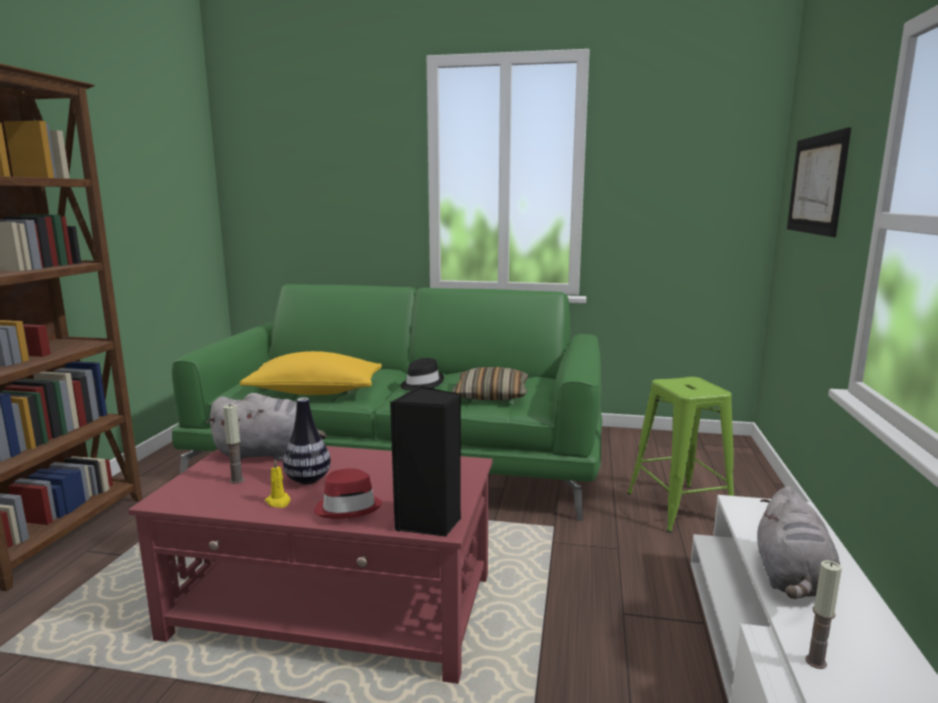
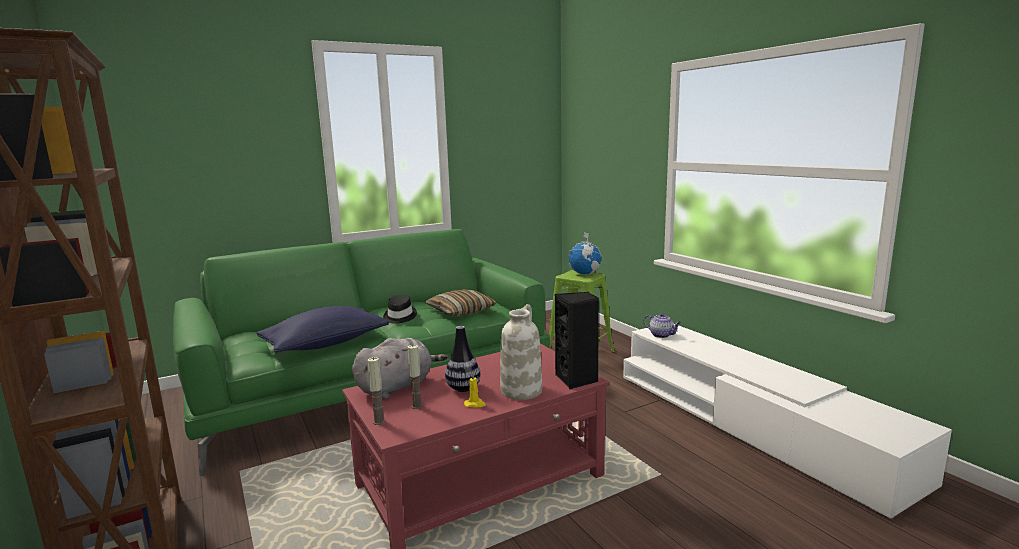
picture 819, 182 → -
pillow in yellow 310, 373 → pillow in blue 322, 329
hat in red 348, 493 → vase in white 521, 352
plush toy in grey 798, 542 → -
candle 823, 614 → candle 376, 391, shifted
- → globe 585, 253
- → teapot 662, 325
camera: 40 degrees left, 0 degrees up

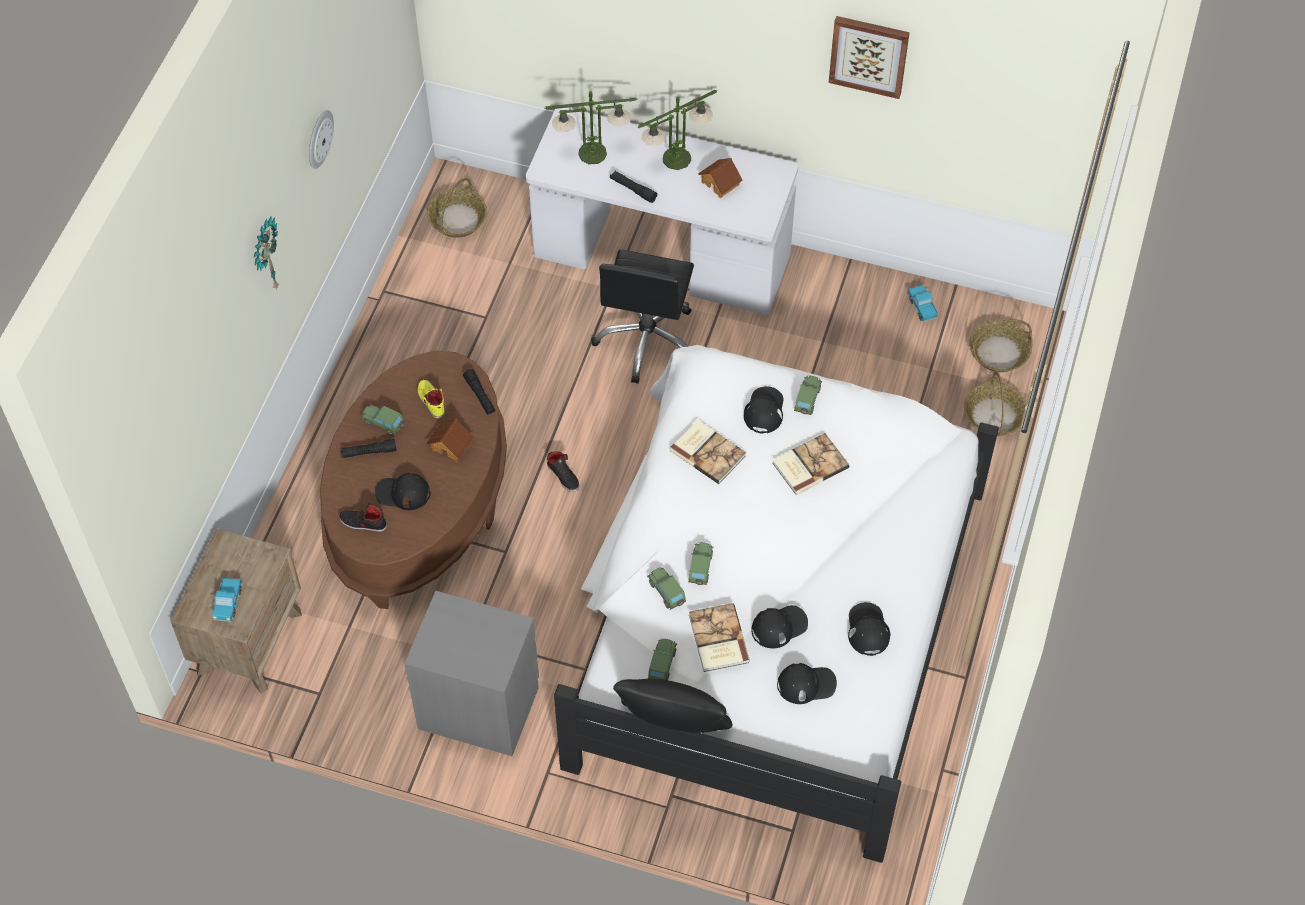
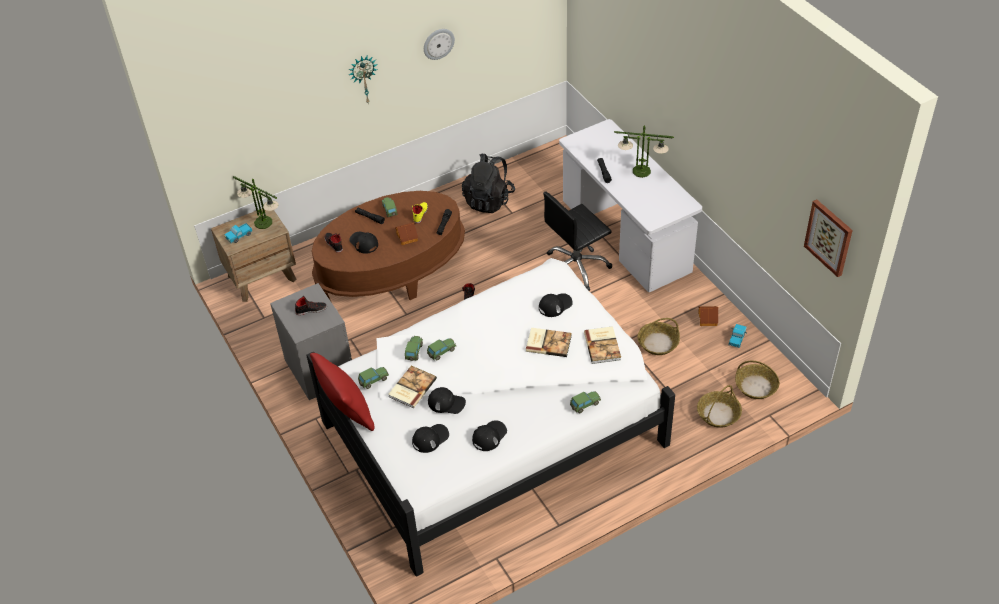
picture 869, 57 → picture 828, 238, shifted
table lamp 591, 127 → table lamp 255, 202, shifted
toy house 720, 178 → toy house 708, 316, shifted
basket 457, 208 → basket 659, 336, shifted
toy car 808, 395 → toy car 585, 402, shifted
book 708, 451 → book 602, 345, shifted
cap in black 807, 683 → cap in black 430, 438, 75 degrees counterclockwise
pillow in black 672, 706 → pillow in red 342, 392
- → backpack in black 488, 183
- → shoe in black 311, 305
camera: 45 degrees right, 10 degrees down

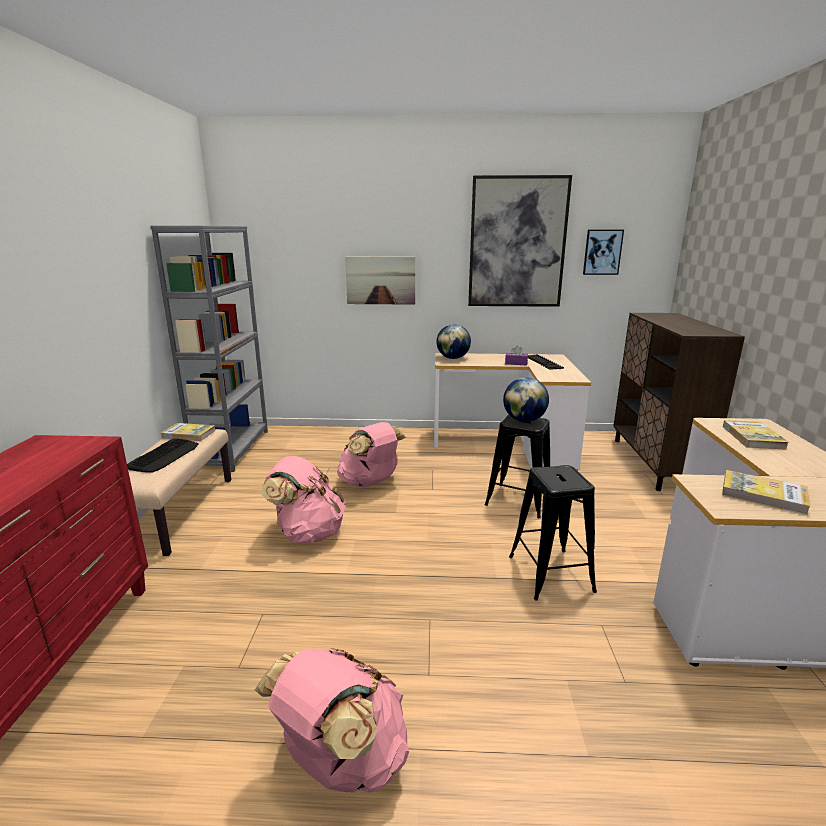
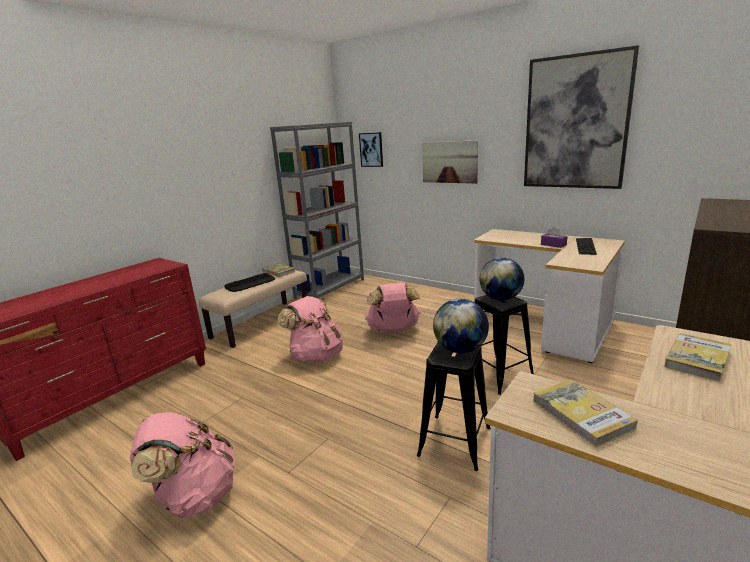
picture 603, 252 → picture 371, 149, shifted
globe 454, 341 → globe 461, 326, shifted
camera: 35 degrees right, 0 degrees up

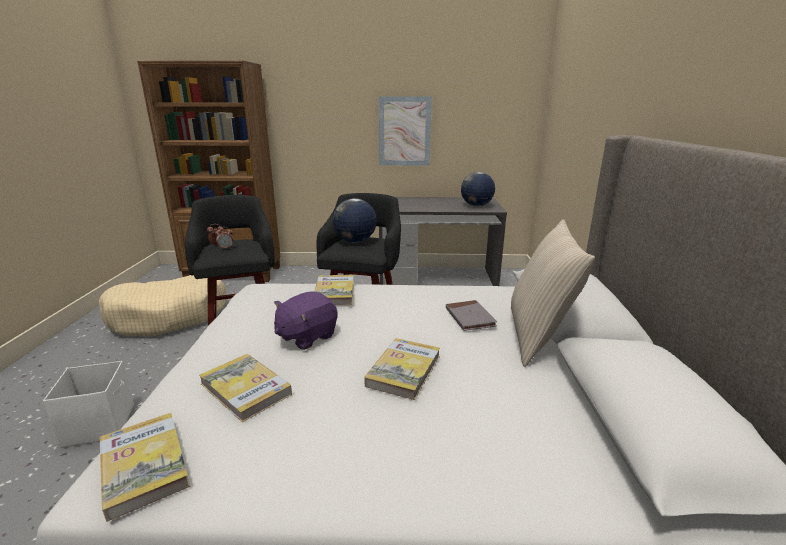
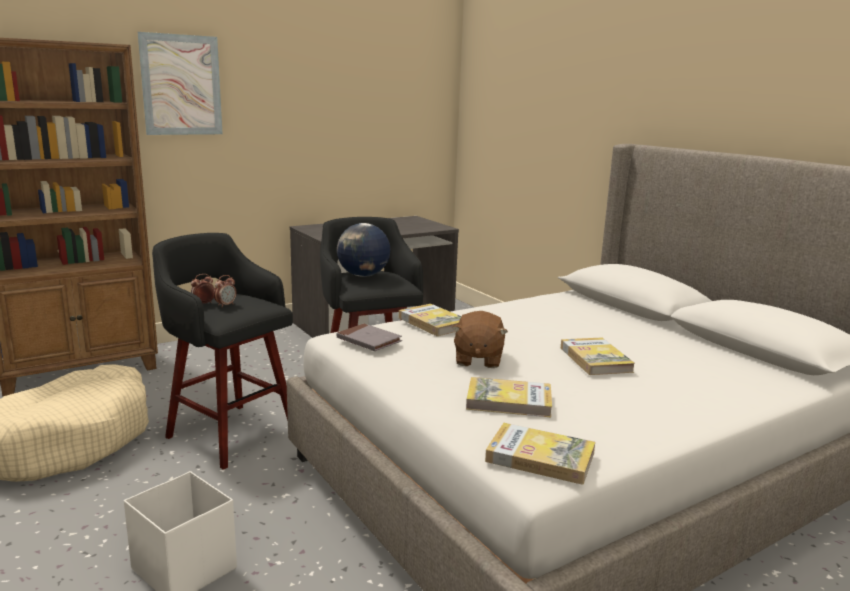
picture 405, 130 → picture 180, 83, shifted
globe 478, 189 → -
pillow in beige 553, 293 → -
plush toy in purple 306, 320 → plush toy in brown 480, 339
book in grey 471, 315 → book in grey 369, 337, shifted
camera: 35 degrees left, 5 degrees down

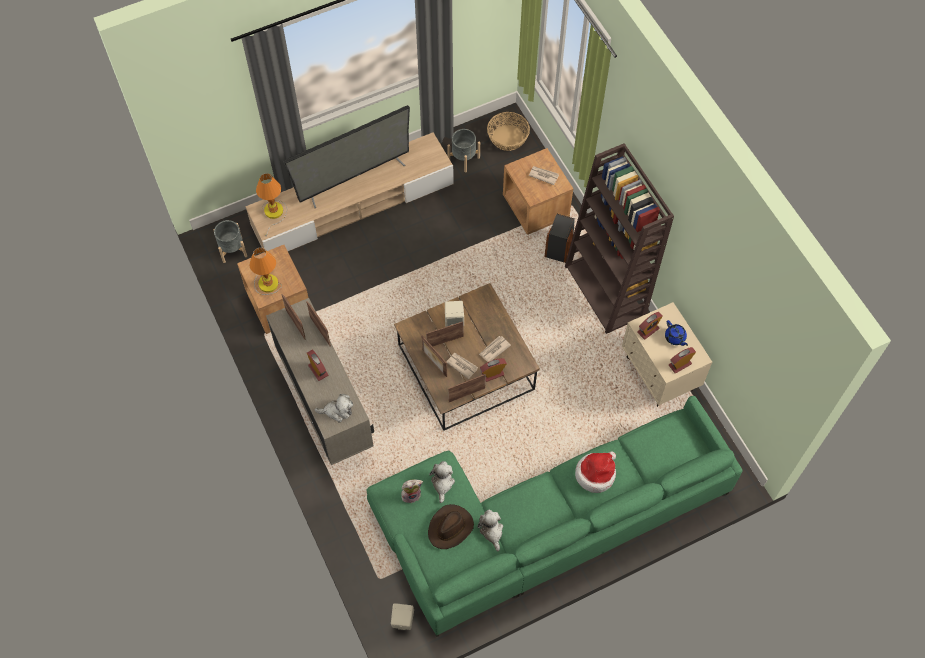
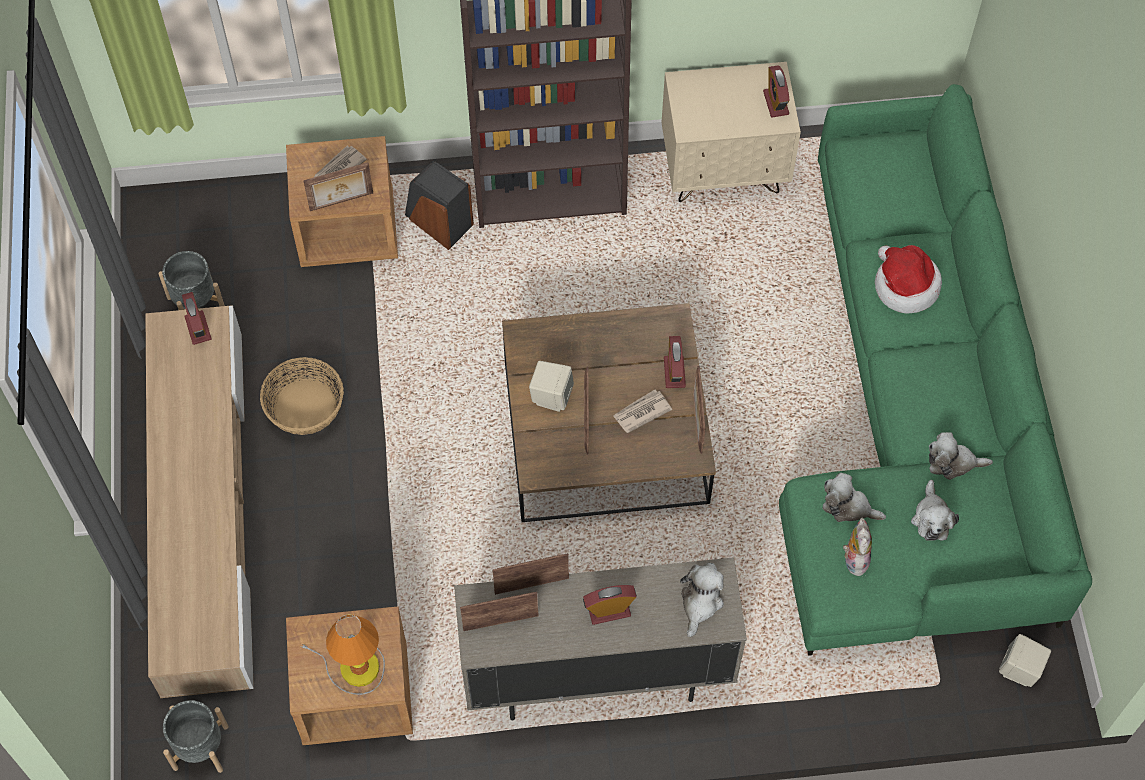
television 346, 156 → -
basket 508, 131 → basket 302, 396, shifted
table lamp 271, 205 → -
alarm clock 650, 326 → alarm clock 197, 318, shifted
teapot in blue 676, 333 → -
picture frame 434, 356 → picture frame 338, 186, shifted
newspaper 495, 349 → -
hat in brown 451, 526 → plush toy 935, 510
camera: 70 degrees left, 0 degrees up

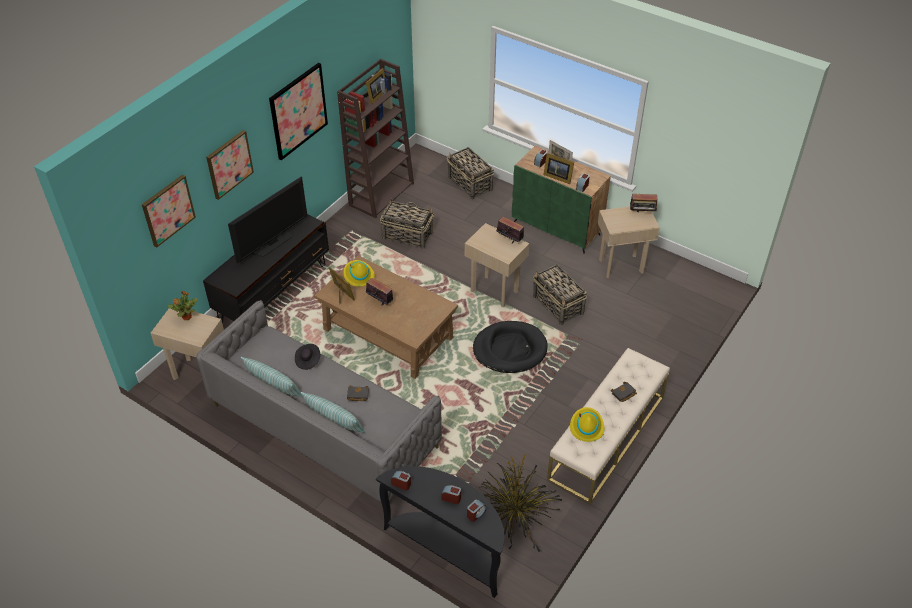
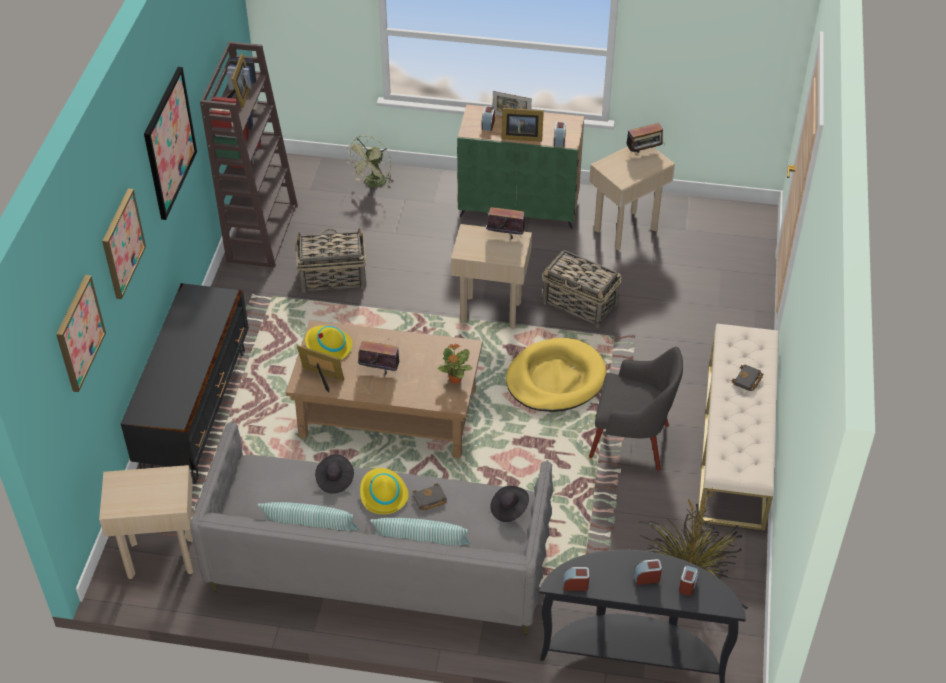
basket 470, 173 → fan in green 370, 161
television 268, 219 → -
potted plant 182, 305 → potted plant 455, 364, shifted
dog bed in black 510, 347 → dog bed in yellow 556, 375
hat in yellow 587, 424 → hat in yellow 384, 491, shifted
- → armchair in grey 636, 409
- → hat in black 509, 504
camera: 25 degrees left, 0 degrees up

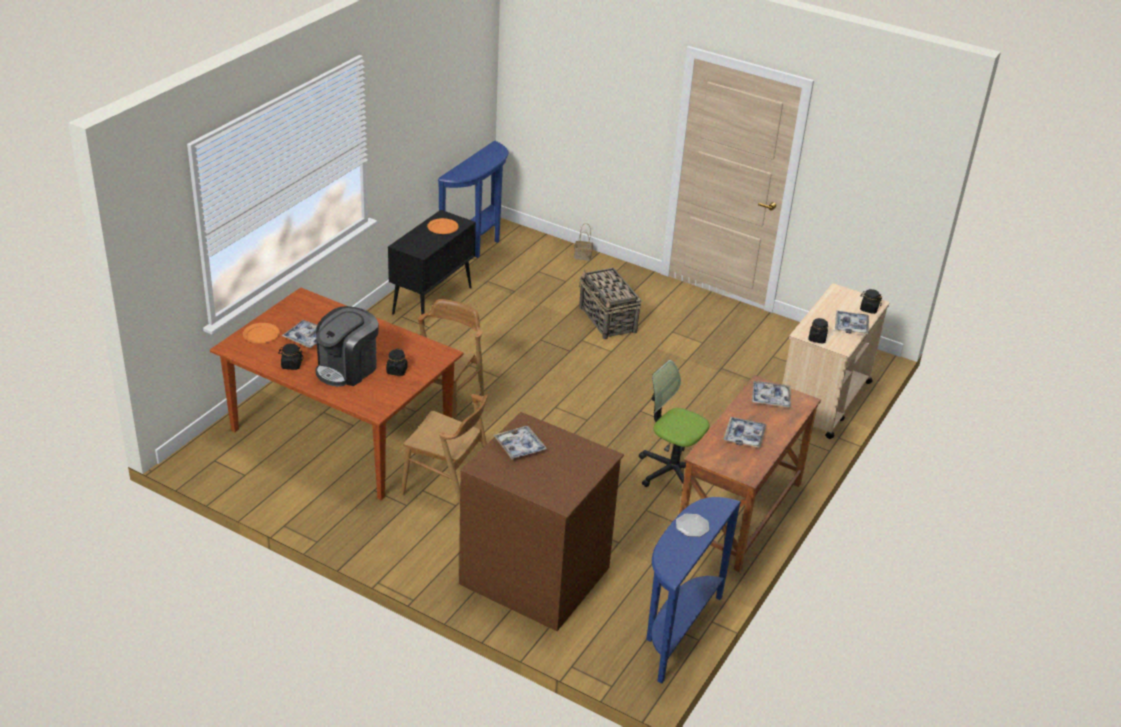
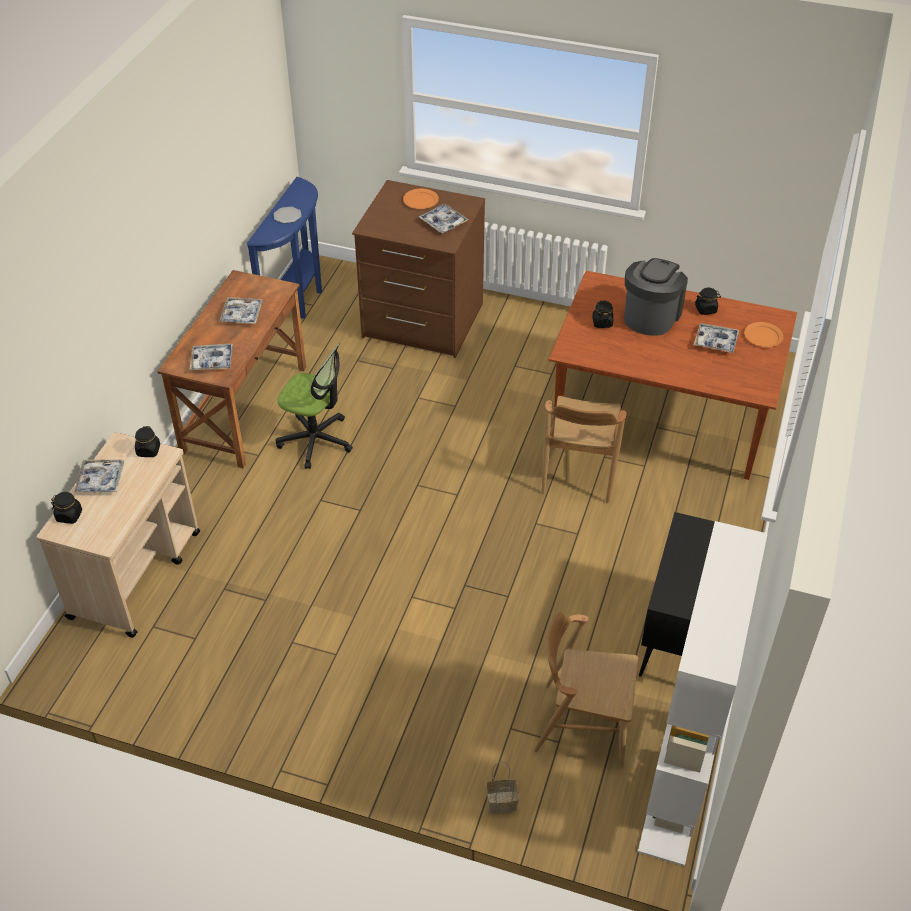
console table in blue 472, 199 → bookcase in white 703, 693
plate in orange 442, 226 → plate in orange 421, 198, shifted
basket 610, 303 → -
chair in brown 445, 449 → chair in brown 586, 690, shifted
camera: 170 degrees right, 10 degrees up

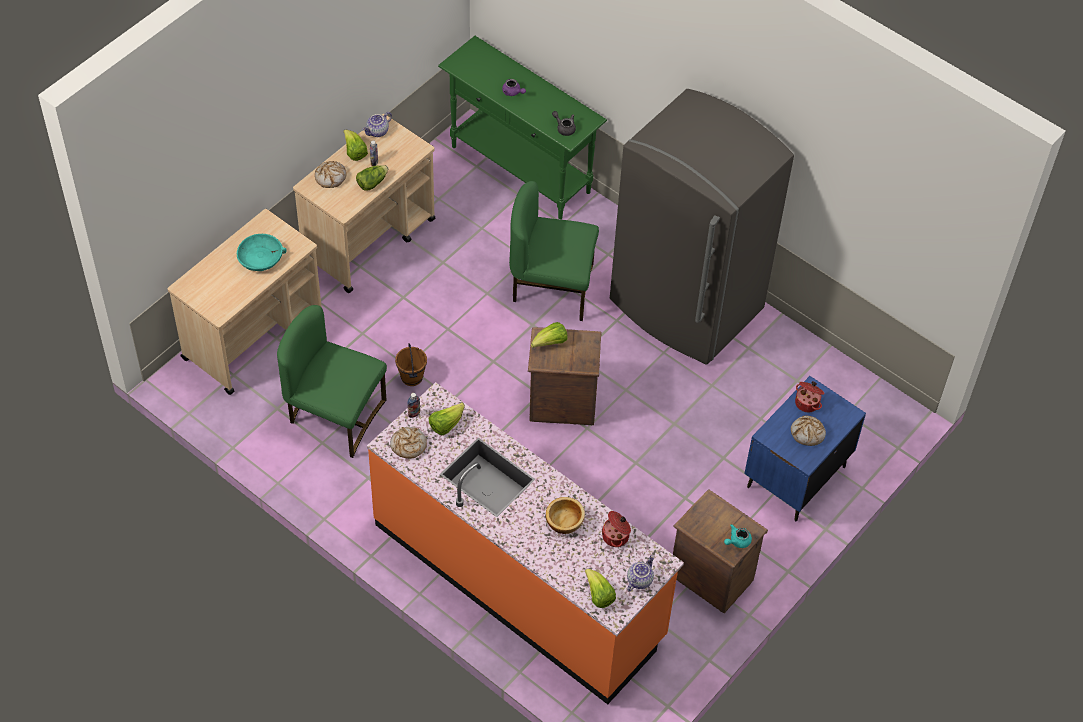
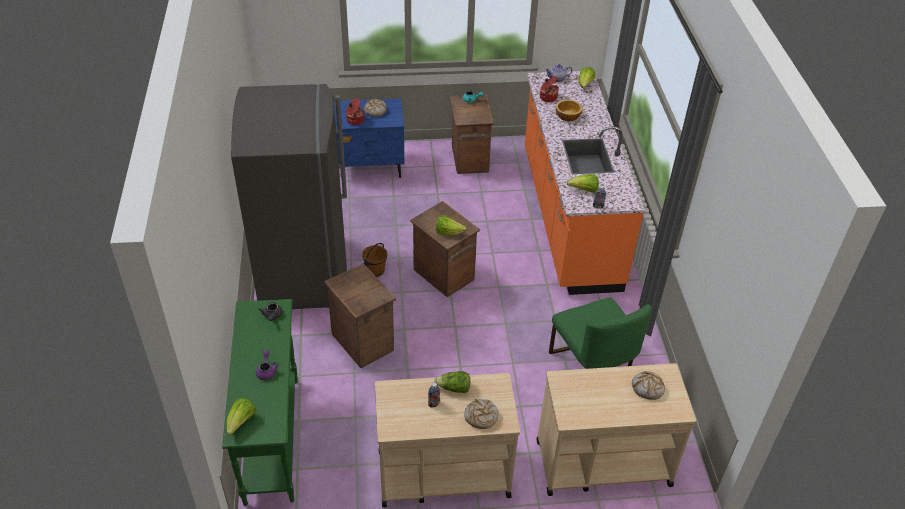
teapot 377, 124 → -
lettuce 355, 145 → lettuce 241, 417, shifted
chair in green 554, 251 → crate 360, 316
bowl in turquoise 262, 252 → -
bucket in brown 411, 364 → bucket in brown 374, 260, shifted
bread 408, 443 → bread 648, 385, shifted
camera: 135 degrees left, 10 degrees down

